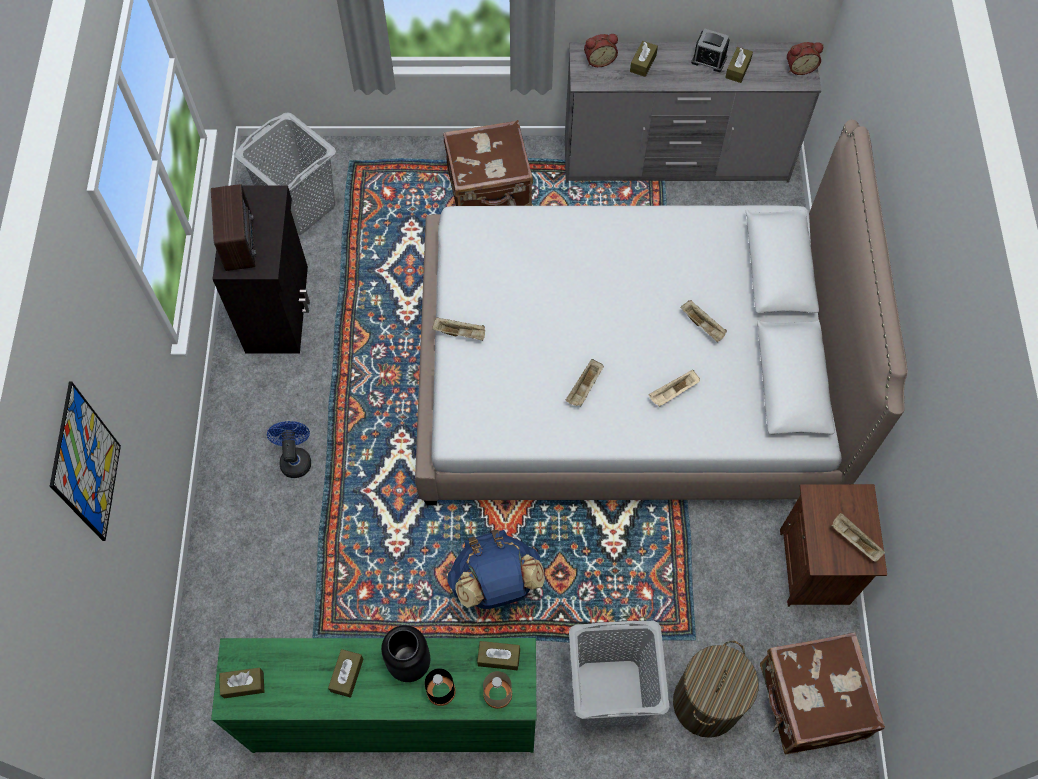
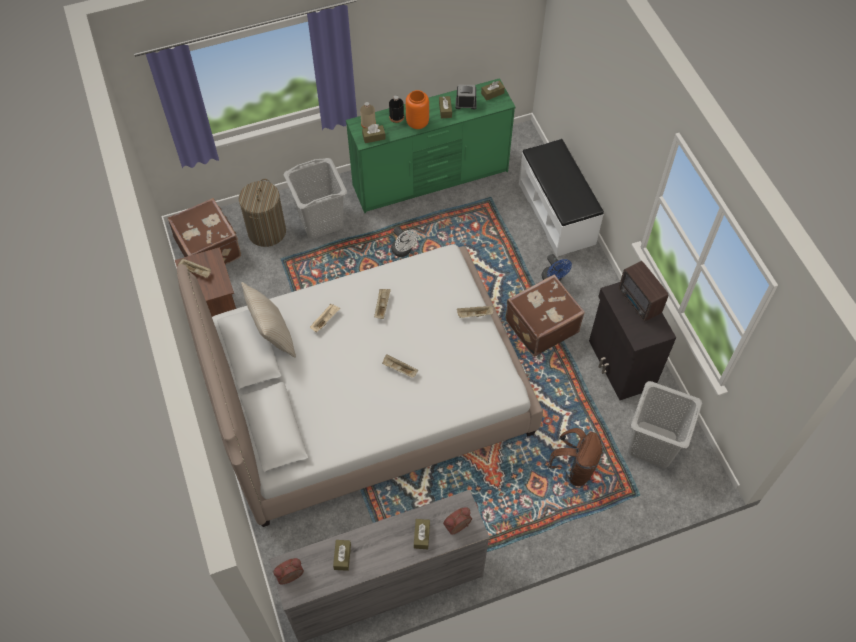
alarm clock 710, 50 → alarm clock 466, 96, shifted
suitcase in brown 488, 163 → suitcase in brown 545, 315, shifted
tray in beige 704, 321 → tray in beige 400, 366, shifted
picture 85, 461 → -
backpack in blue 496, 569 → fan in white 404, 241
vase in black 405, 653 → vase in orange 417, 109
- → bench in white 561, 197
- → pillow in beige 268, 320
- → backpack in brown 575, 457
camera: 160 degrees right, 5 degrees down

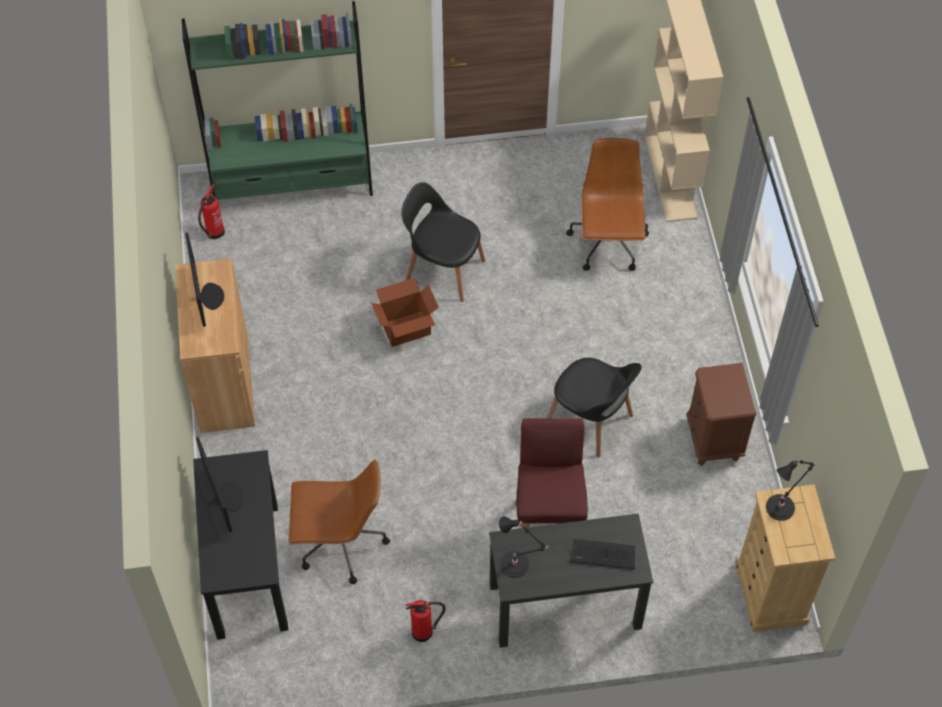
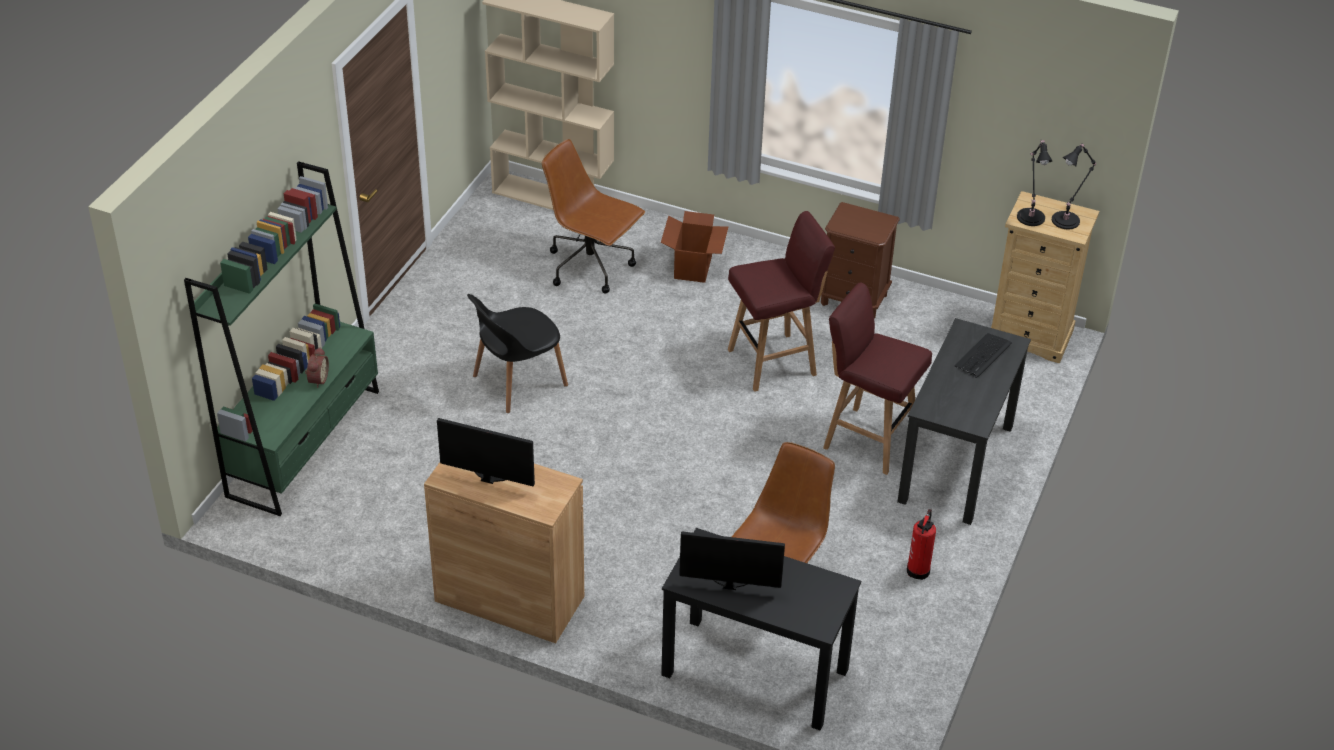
fire extinguisher 211, 211 → -
cardboard box 405, 312 → cardboard box 694, 247, shifted
chair in black 594, 407 → stool in red 781, 301
table lamp in black 524, 547 → table lamp in black 1074, 186, shifted
- → alarm clock 317, 367
camera: 60 degrees left, 15 degrees down

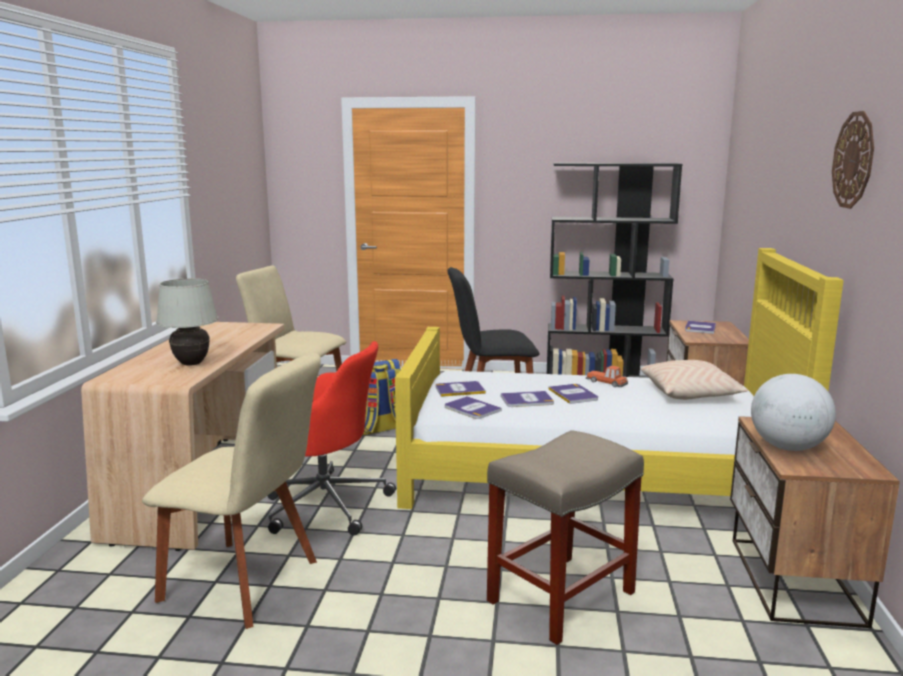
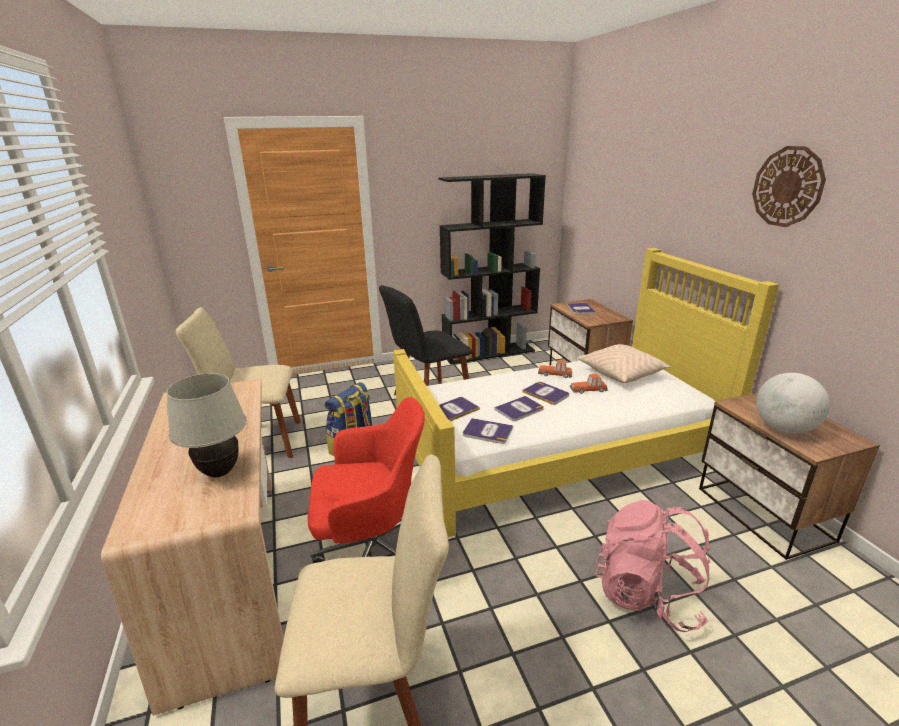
stool in beige 565, 537 → backpack in pink 652, 566
- → toy car 588, 384
camera: 25 degrees left, 10 degrees up

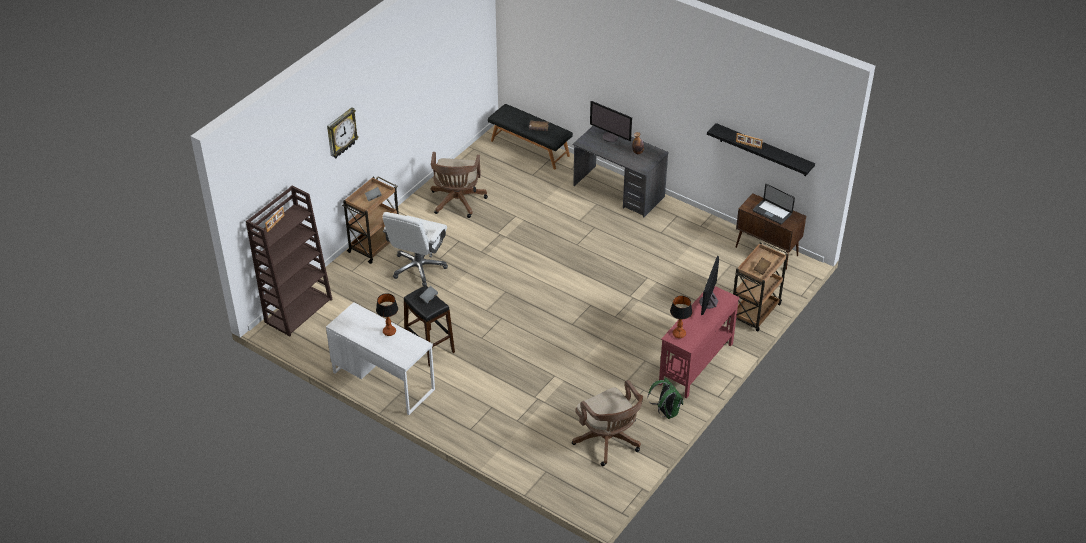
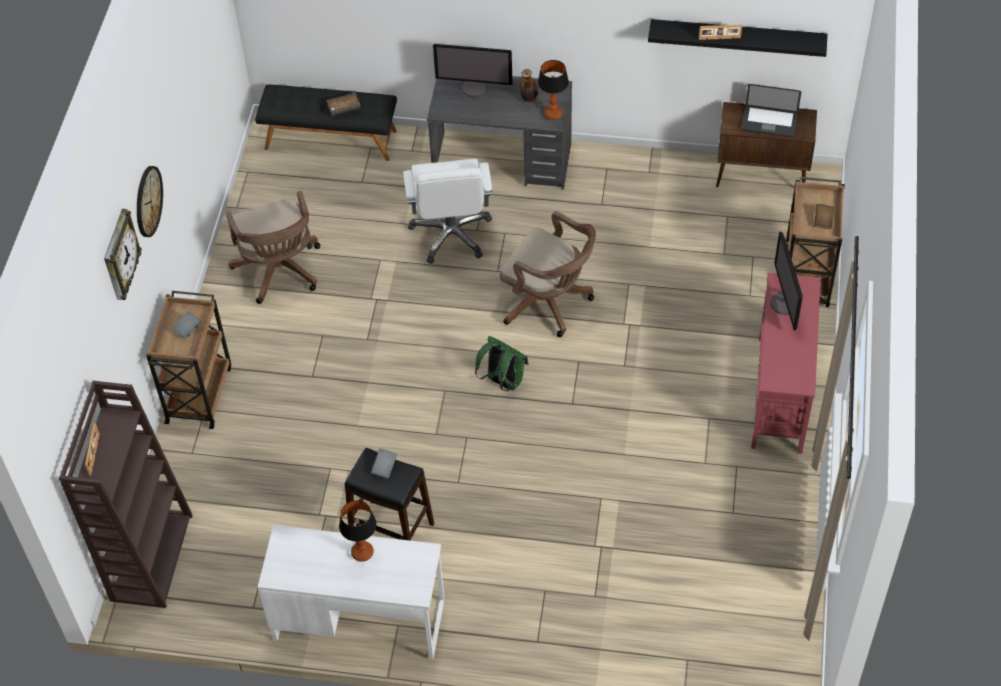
office chair in white 415, 249 → office chair in white 447, 210, shifted
table lamp 681, 317 → table lamp 553, 90, shifted
backpack in green 665, 398 → backpack in green 502, 363, shifted
office chair in brown 607, 423 → office chair in brown 548, 274, shifted
- → wall clock 150, 201
camera: 25 degrees left, 10 degrees up

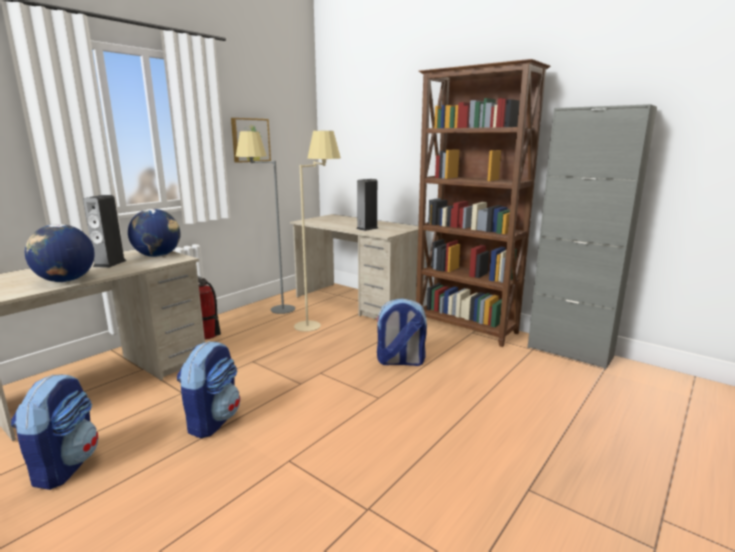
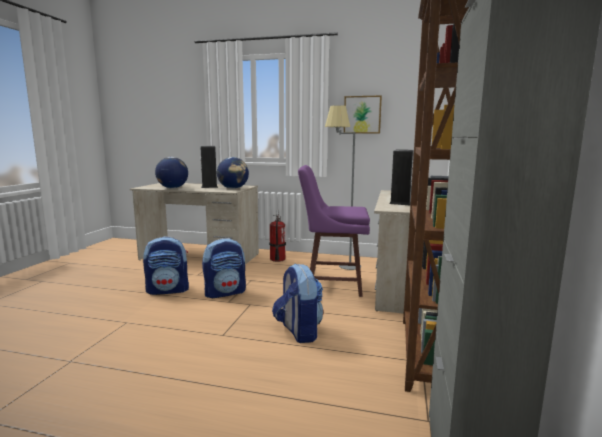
floor lamp in beige 317, 231 → stool in purple 334, 231
backpack 54, 432 → backpack 224, 268, shifted
camera: 65 degrees right, 5 degrees down

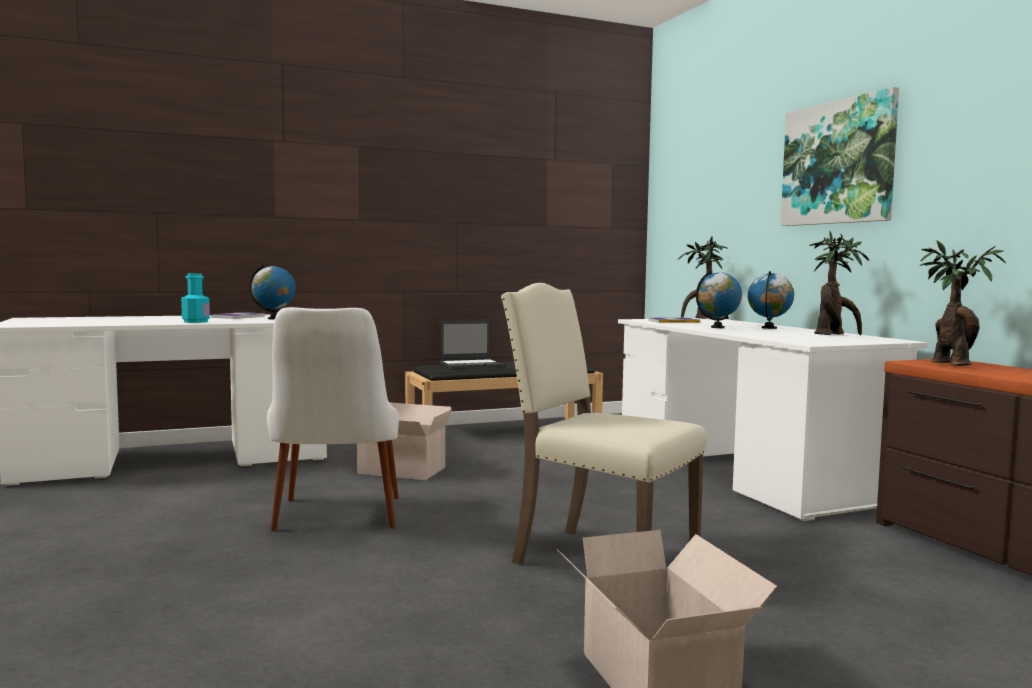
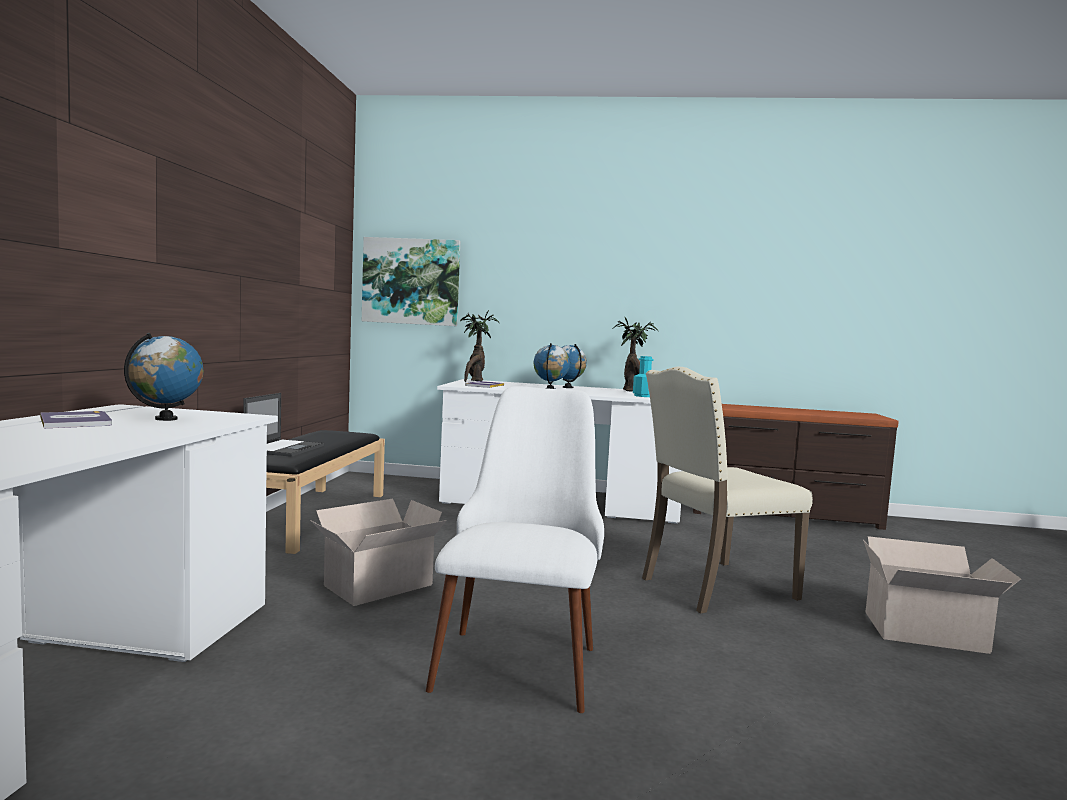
picture 840, 156 → picture 411, 281, shifted
potted plant 963, 303 → -
bottle in turquoise 195, 298 → bottle in turquoise 643, 376, shifted
chair in white 333, 419 → chair in white 515, 549, 105 degrees counterclockwise
camera: 60 degrees left, 0 degrees up

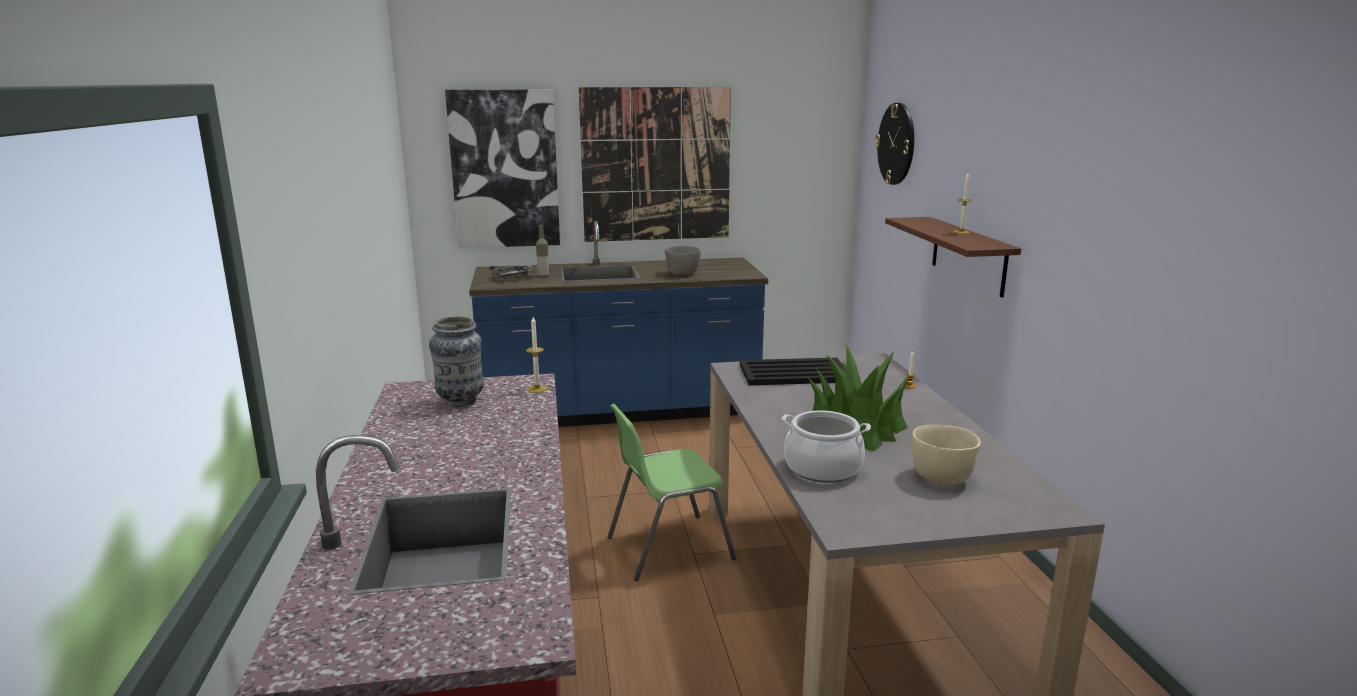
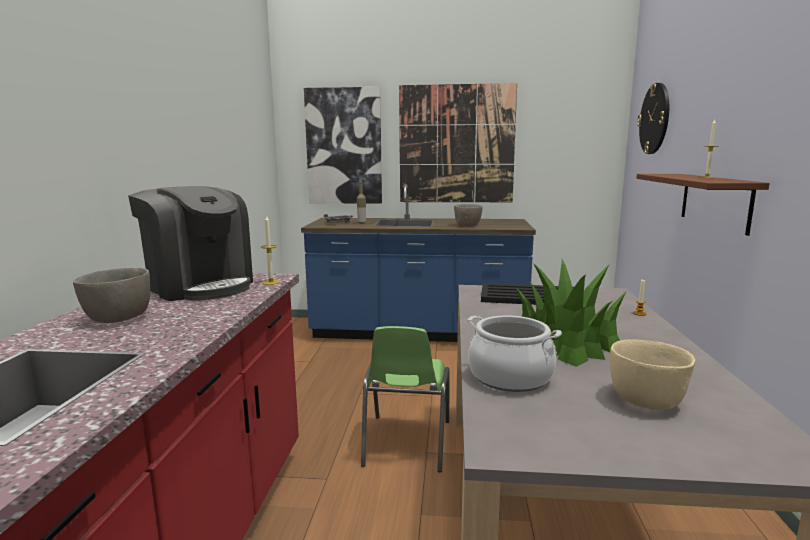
vase 456, 361 → coffee machine 190, 243
chair in green 672, 492 → chair in green 405, 399, 75 degrees counterclockwise
- → bowl in grey 111, 295
camera: 15 degrees right, 5 degrees down

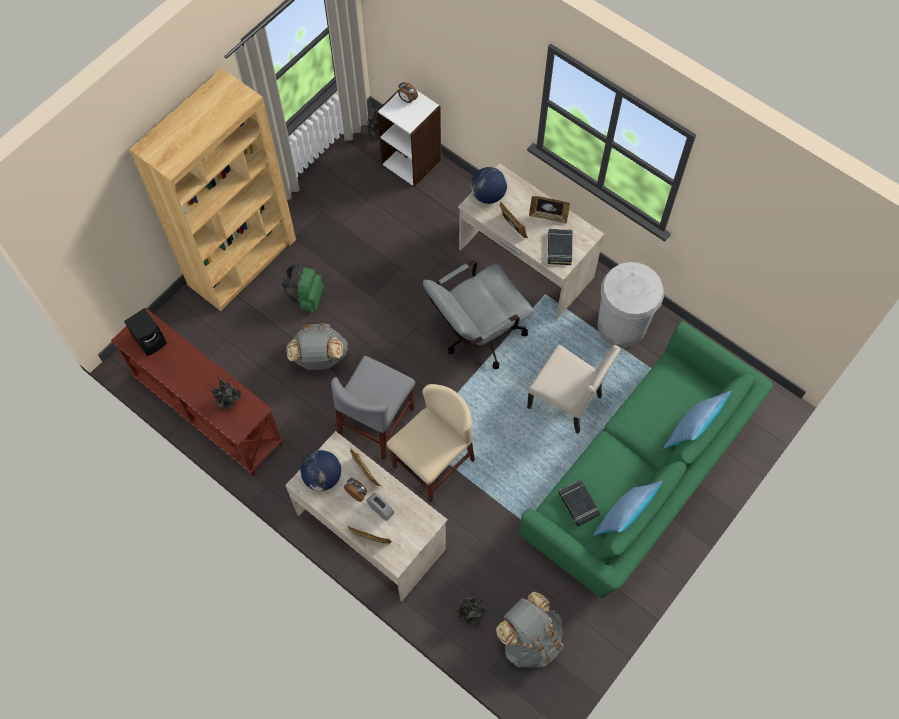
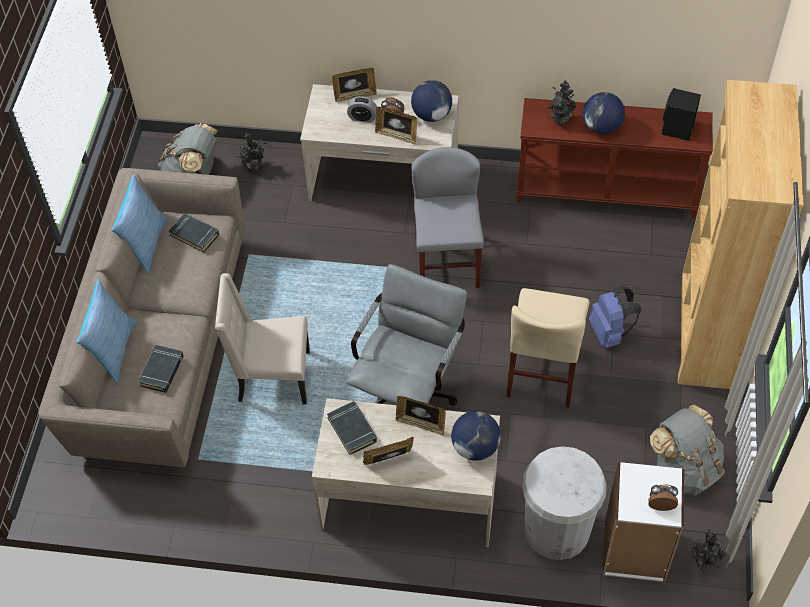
trash can in white 631, 305 → trash can in white 564, 503, shifted
backpack in green 303, 288 → backpack in blue 615, 317
sofa in green 646, 459 → sofa in beige 141, 318
backpack in grey 317, 346 → backpack in grey 687, 449, shifted
chair in beige 430, 443 → chair in beige 547, 348, shifted
- → globe 604, 113
- → book in black 160, 369
camera: 150 degrees right, 10 degrees down

